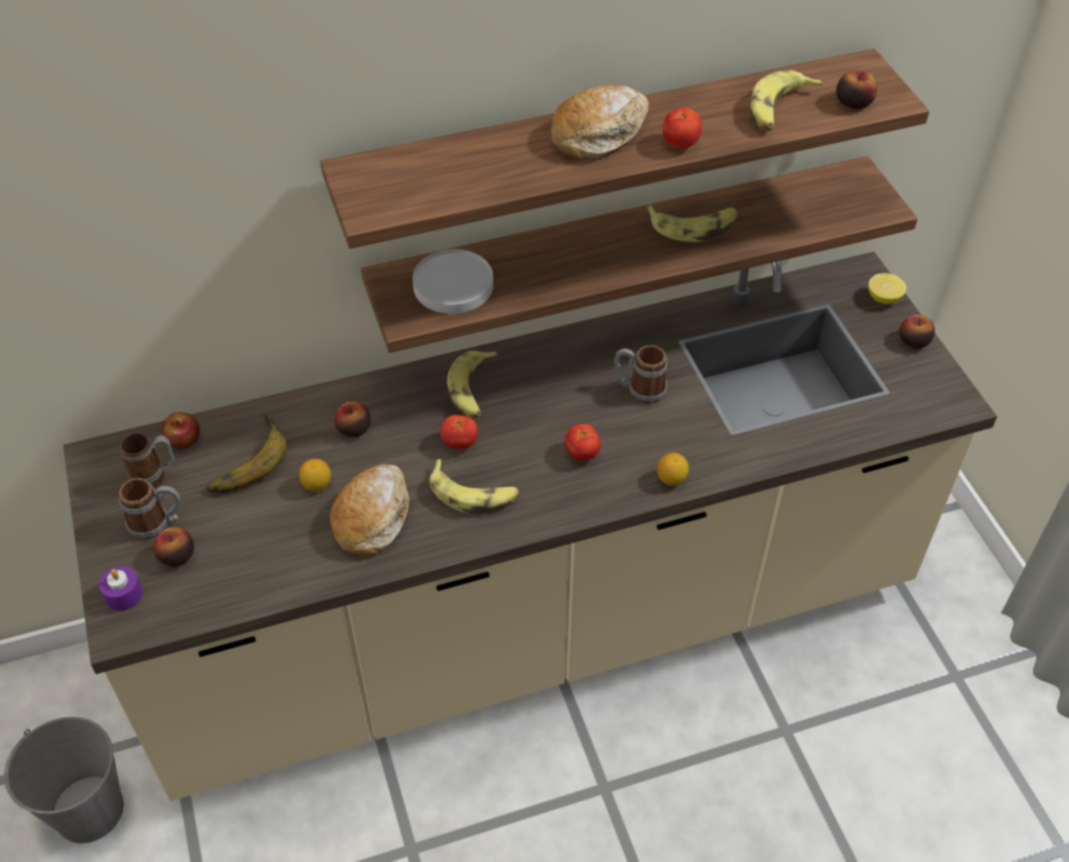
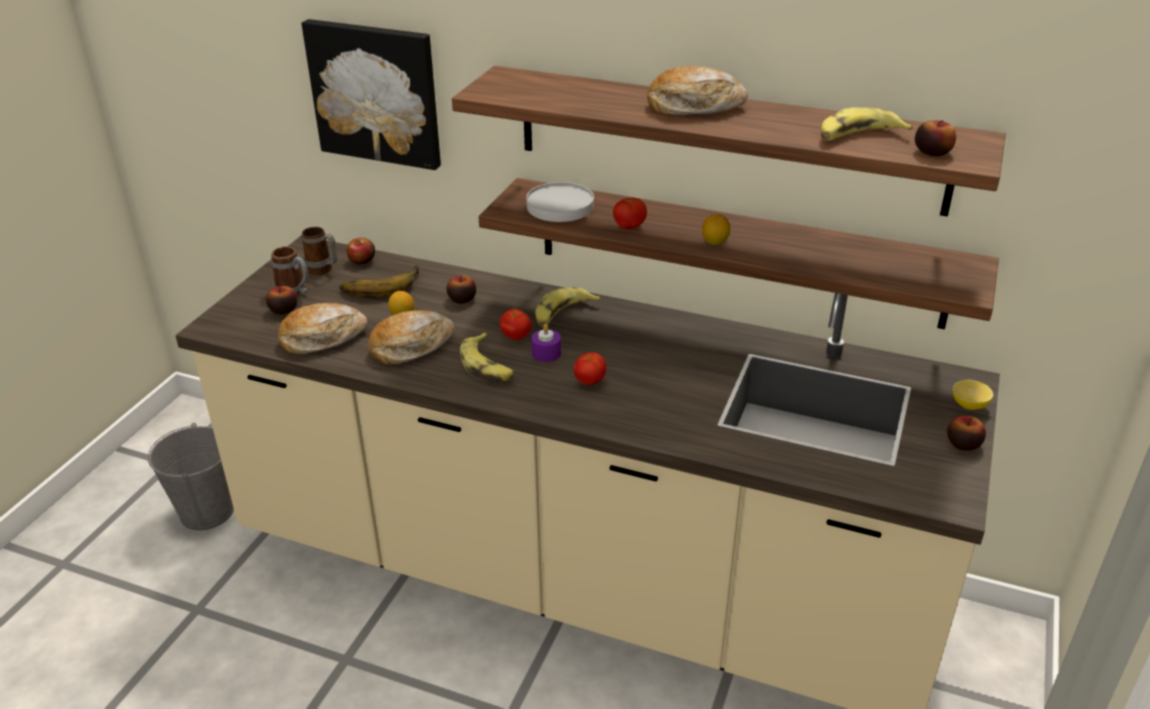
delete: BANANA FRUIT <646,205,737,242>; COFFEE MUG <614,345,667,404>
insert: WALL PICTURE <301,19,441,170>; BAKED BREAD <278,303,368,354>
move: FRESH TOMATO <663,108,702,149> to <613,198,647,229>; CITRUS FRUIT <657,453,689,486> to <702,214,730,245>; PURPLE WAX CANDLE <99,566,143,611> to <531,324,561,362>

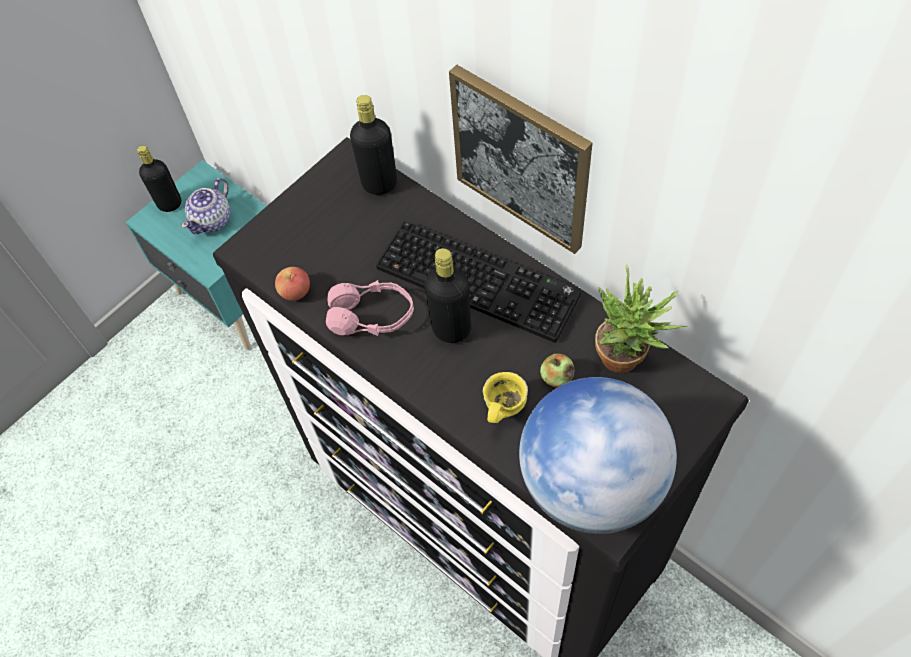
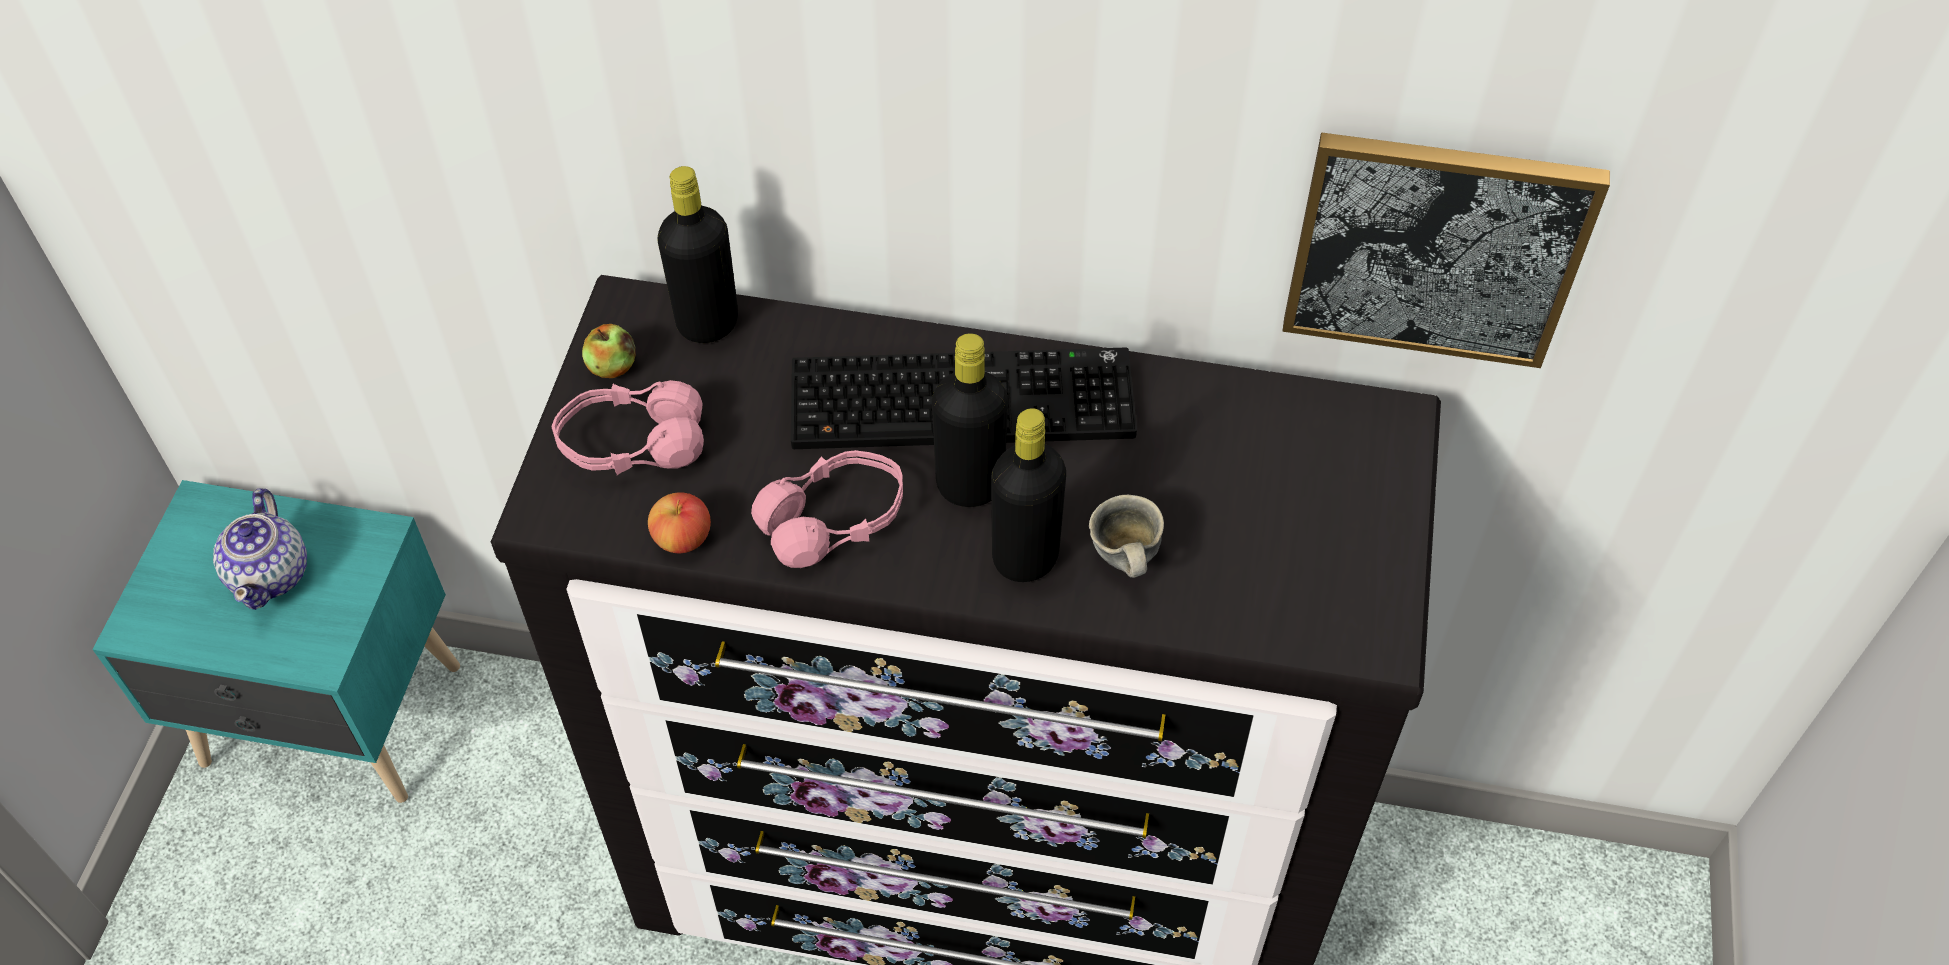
delete: PLANT IN A POT <595,264,687,373>; DESK GLOBE <519,377,677,534>
insert: PINKISH PAIR OF HEADPHONES <551,380,704,475>
move: WALL PICTURE <449,65,593,254> to <1282,133,1610,368>; BLACKISH BEVERAGE BOTTLE <137,145,181,212> to <991,408,1066,582>; WHOLE APPLE <540,354,574,387> to <582,324,636,378>
recolor: YELLOWISH COFFEE MUG <483,372,528,423> to GREY COFFEE MUG <1089,495,1164,578>

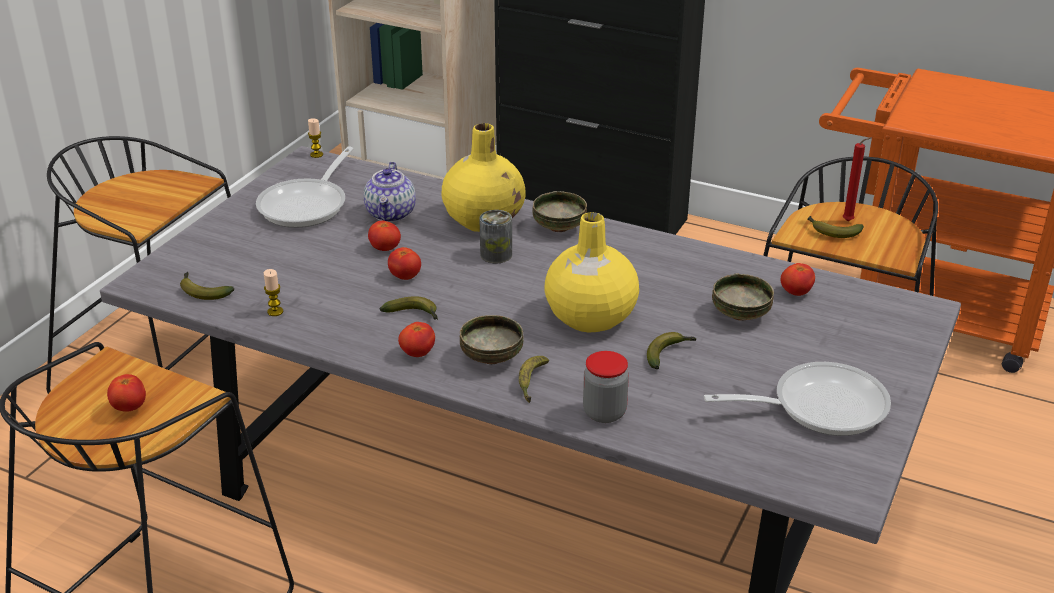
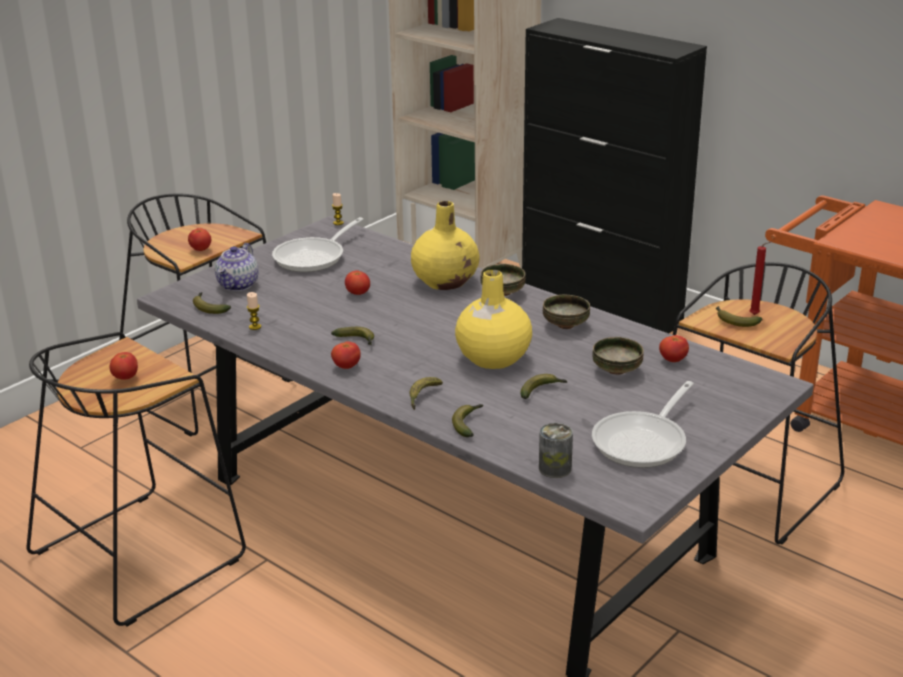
move: TEAPOT <363,162,416,222> to <215,243,258,291>; METAL CAN <479,210,512,263> to <539,423,573,478>; FRESH TOMATO <388,247,421,280> to <188,228,211,251>; SERVING BOWL <460,315,523,364> to <543,295,590,329>
replace: JAR <583,351,629,423> to BANANA FRUIT <452,404,483,437>
rotate: PAN <704,362,891,436> = <592,381,694,468> 120 degrees clockwise

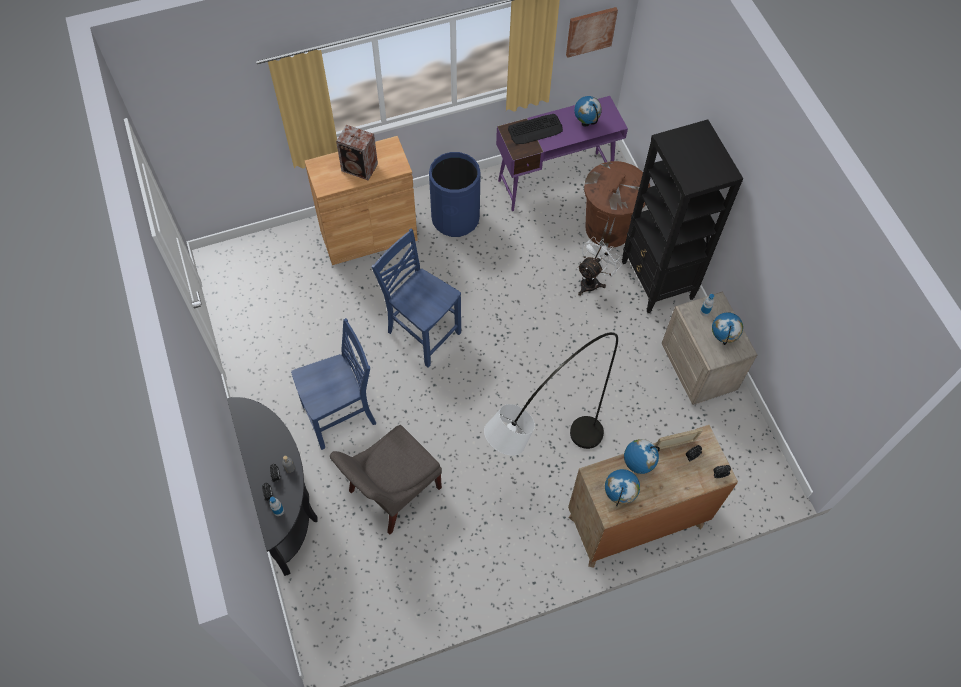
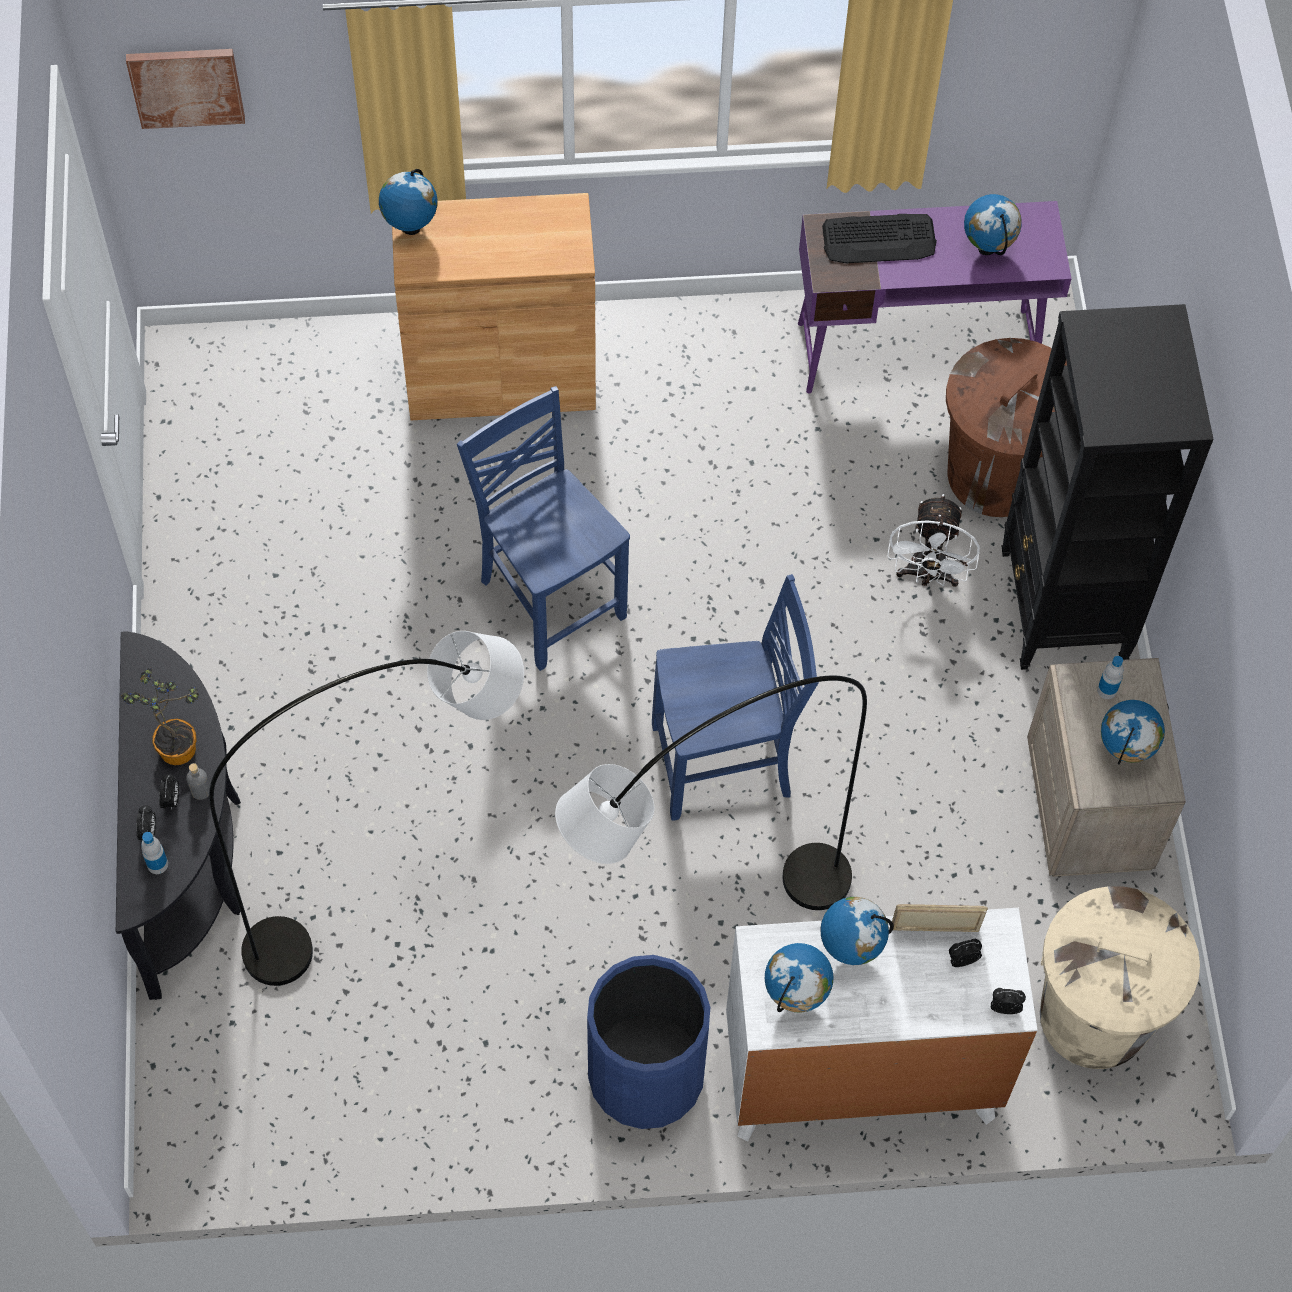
delete: AUDIO SPEAKER <336,125,378,180>
insert: DESK GLOBE <379,169,438,235>; PLANT IN A POT <121,668,199,765>; BEIGE-COLOURED TRASH CAN <1040,886,1200,1069>
move: WALL PICTURE <566,7,618,58> to <126,49,245,129>; BLUE TRASH CAN <429,152,481,237> to <587,955,710,1129>; BLUE PLAIN CHAIR <291,318,376,450> to <652,574,819,821>
replace: GREY PLAIN CHAIR <330,425,442,535> to GREY STANDARD LAMP <209,631,524,986>
recolor: BROWN-COLOURED DRAWER CHEST <568,425,738,568> to WHITISH DRAWER CHEST <726,908,1038,1142>
rotate: WHITISH COOLING FAN <577,237,621,296> = <887,494,980,587> 135 degrees clockwise

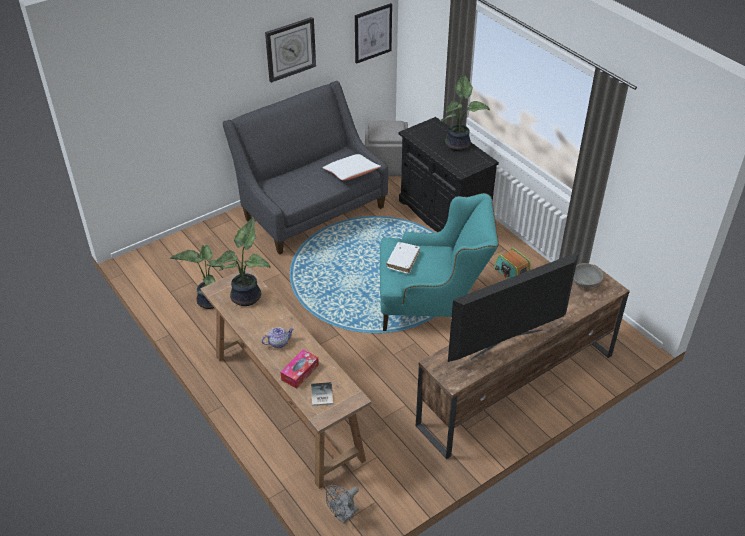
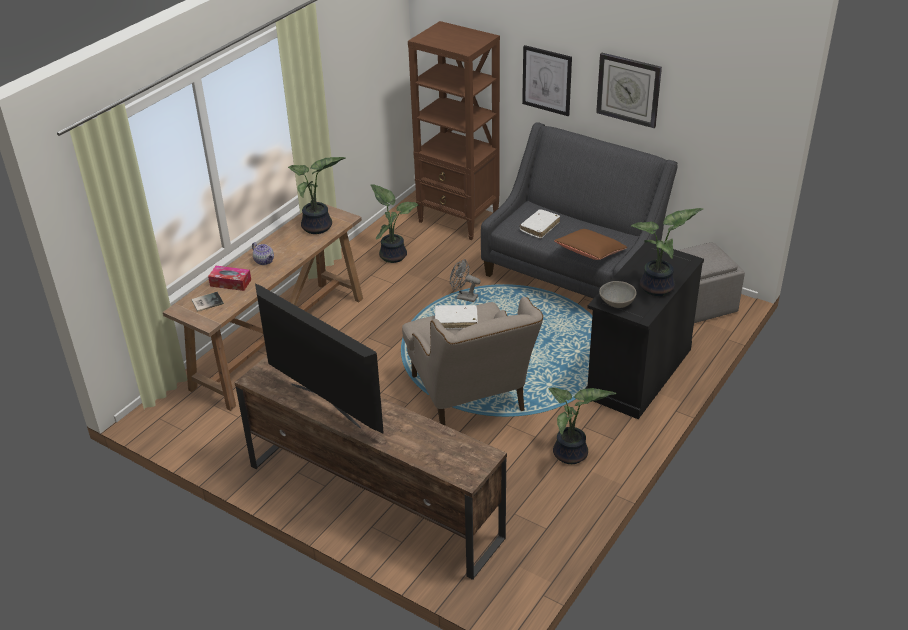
insert: BROWN-COLOURED BOOKSHELF <408,21,500,240>; WHITISH VOLUME <520,210,560,239>
move: WALL PICTURE <355,3,392,64> to <522,45,572,116>; GREY SERVING BOWL <573,263,604,288> to <599,281,637,308>; GREY COOLING FAN <326,485,359,524> to <450,259,481,302>
replace: RADIO <494,247,531,279> to PLANT IN A POT <549,387,616,464>
recolor: WHITISH THROW PILLOW <323,154,381,181> to BROWN-COLOURED THROW PILLOW <554,229,627,260>; TURQUOISE-COLOURED ARMCHAIR <380,193,499,331> to BEIGE-COLOURED ARMCHAIR <402,297,543,426>

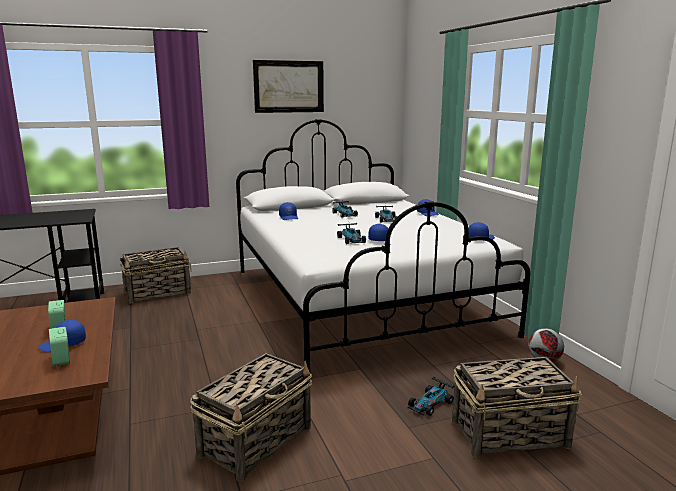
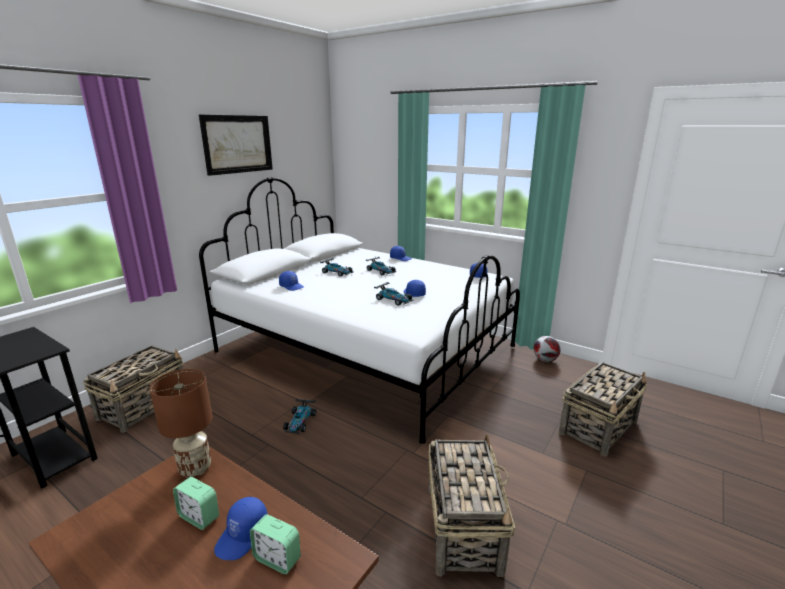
insert: BROWN-COLOURED TABLE LAMP <149,369,212,478>
move: TOY CAR <408,377,455,416> to <283,398,316,434>

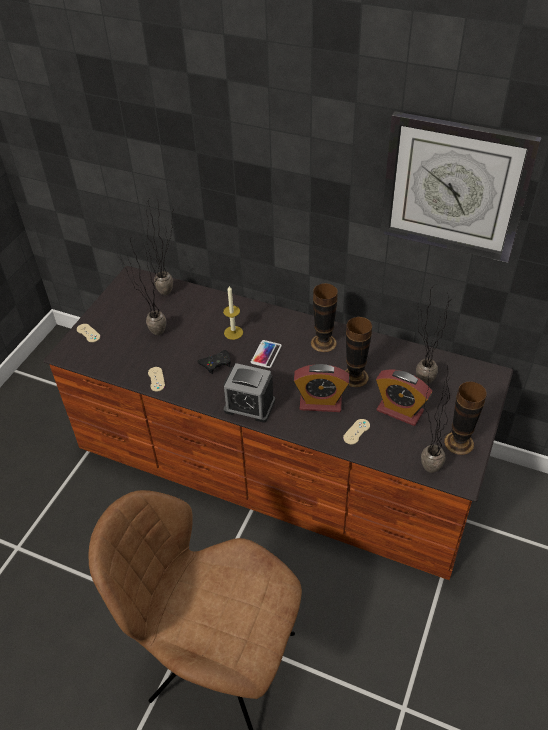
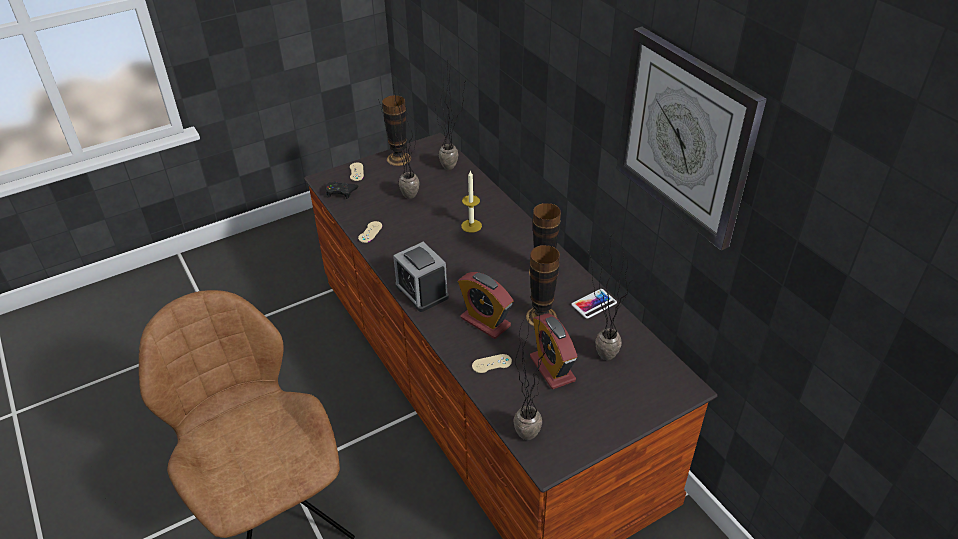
move: HANDSET <251,340,282,368> to <571,289,617,319>; BLACKISH JOYPAD <197,350,231,374> to <326,181,358,199>; VASE <444,381,487,455> to <382,95,411,166>

